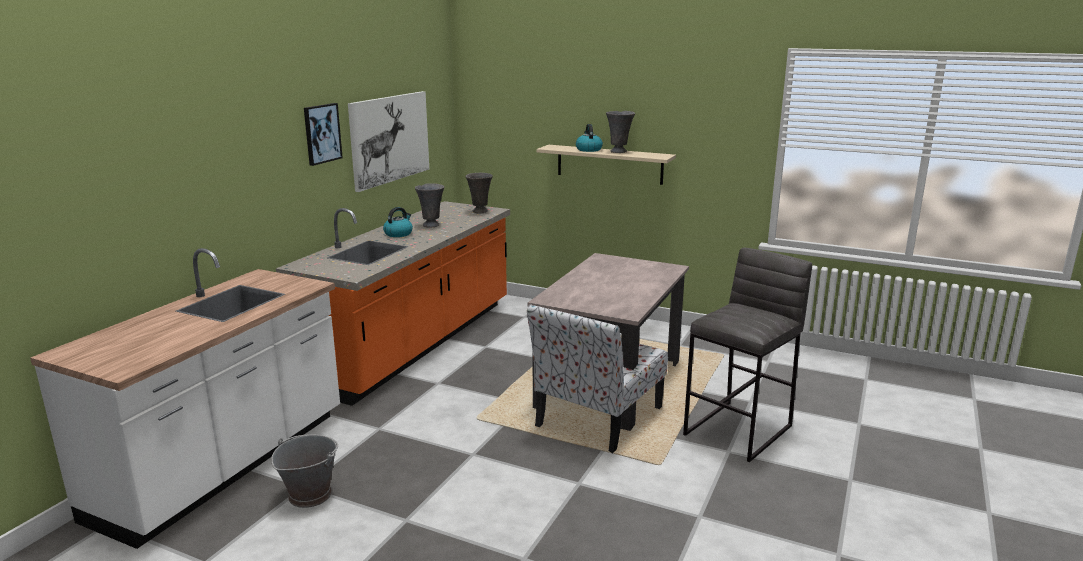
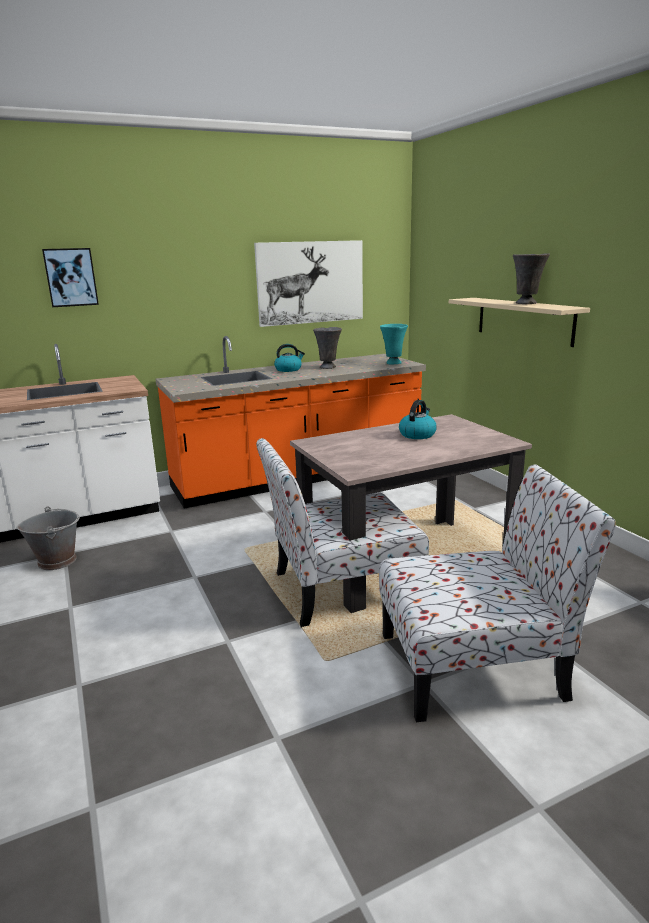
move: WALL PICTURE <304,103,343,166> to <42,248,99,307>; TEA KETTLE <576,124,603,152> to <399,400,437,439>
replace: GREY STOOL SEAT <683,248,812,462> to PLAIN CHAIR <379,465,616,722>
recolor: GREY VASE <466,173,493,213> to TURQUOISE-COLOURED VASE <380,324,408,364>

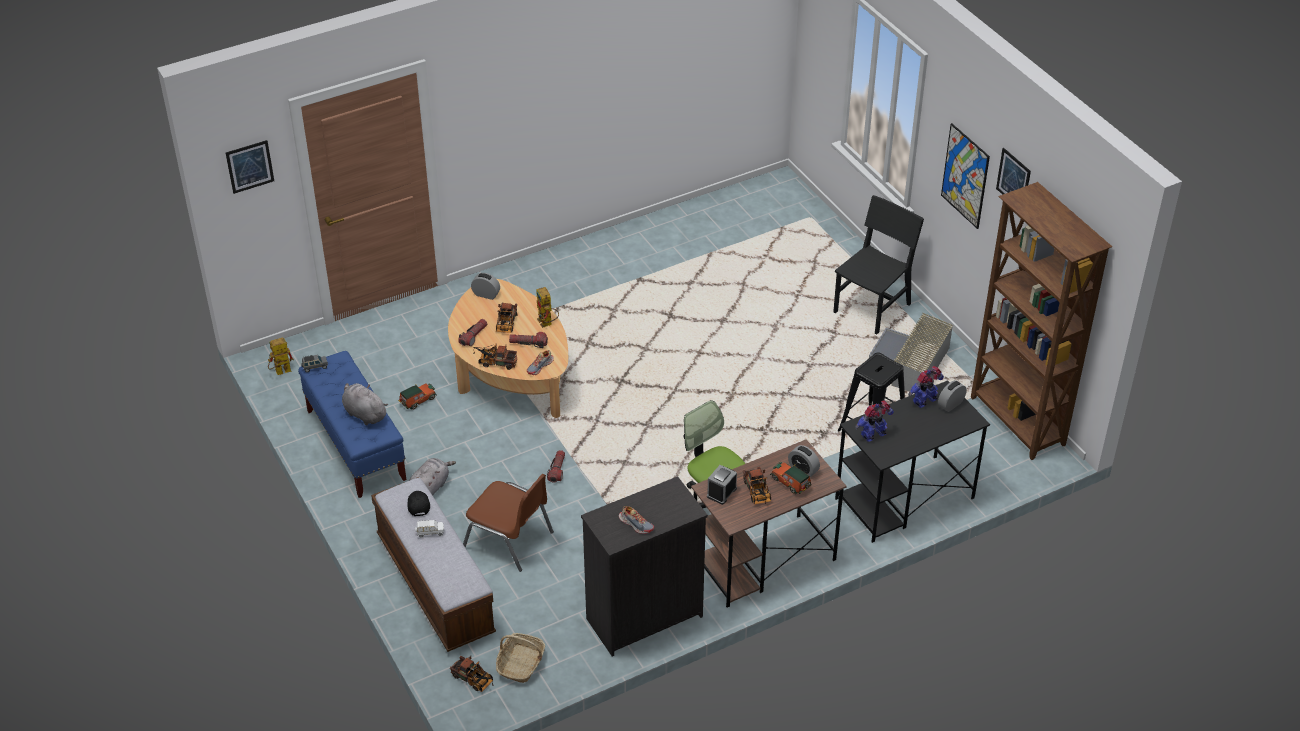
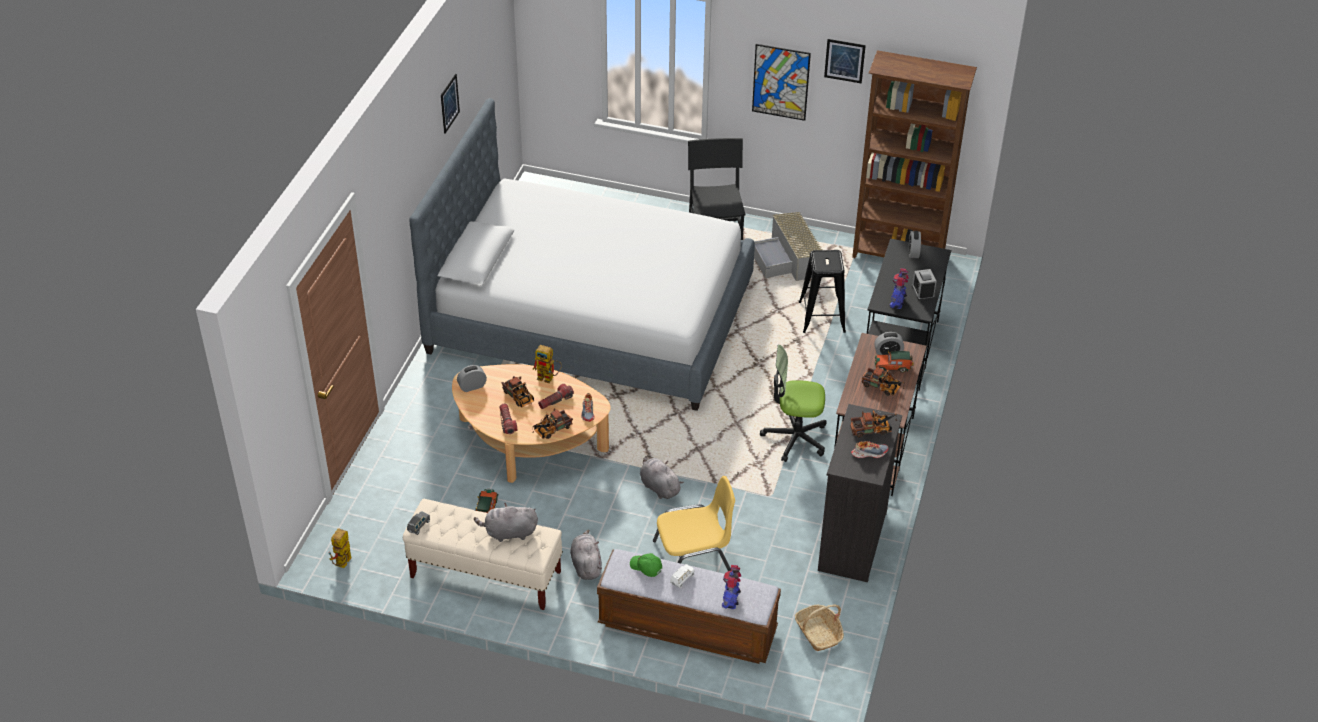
insert: BED <409,98,755,411>
move: WALL PICTURE <226,140,274,194> to <441,74,460,134>; MODEL ROBOT <908,366,944,408> to <722,565,741,609>; TABLE CLOCK <707,465,737,505> to <912,269,937,301>; TOY LORRY <450,656,493,692> to <850,410,898,438>
replace: HAND TORCH <547,450,565,483> to GREY PLUSH TOY <640,456,684,499>
recolor: BLUE INDOOR BENCH <298,351,406,498> to BEIGE-COLOURED INDOOR BENCH <403,499,563,610>; BROWN-COLOURED PLAIN CHAIR <463,474,554,572> to YELLOWISH PLAIN CHAIR <653,476,735,571>; BLACKISH PEAKED CAP <407,491,430,516> to GREEN PEAKED CAP <630,553,662,577>

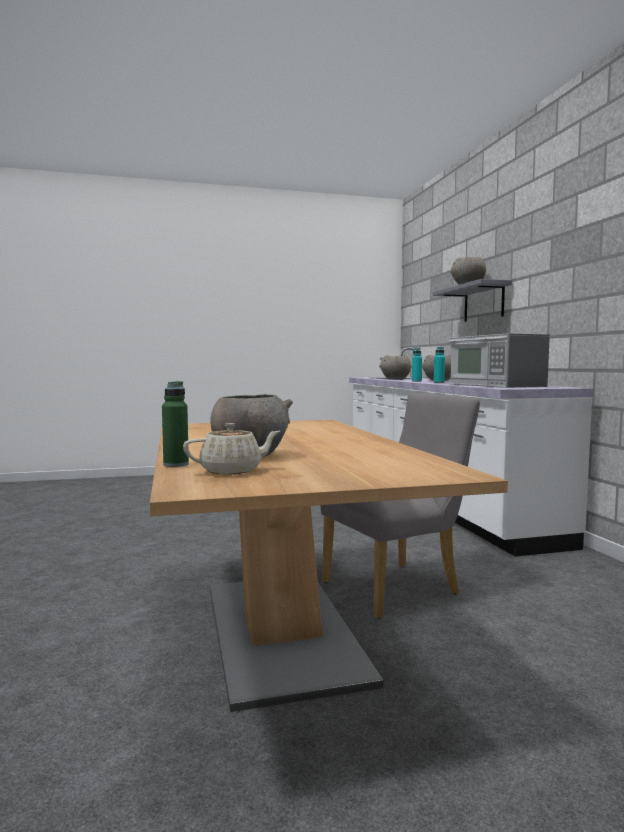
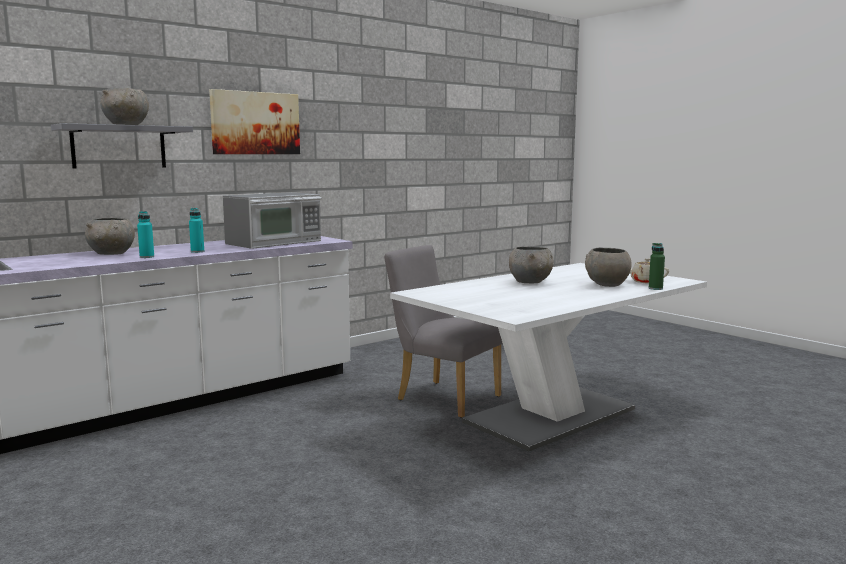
insert: WALL PICTURE <209,89,300,154>
move: GREY SERVING BOWL <379,356,411,380> to <509,247,554,283>
recolor: BROWN-COLOURED DINNER TABLE <150,420,508,712> to WHITISH DINNER TABLE <390,263,707,451>

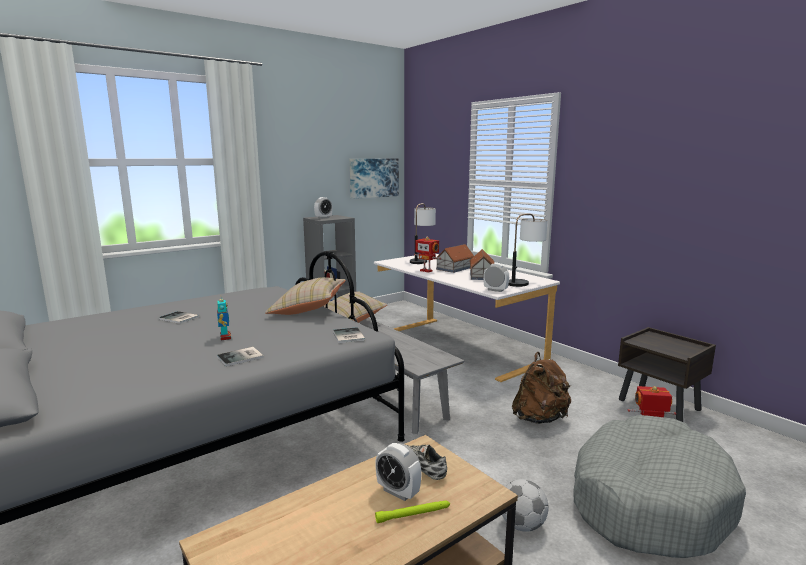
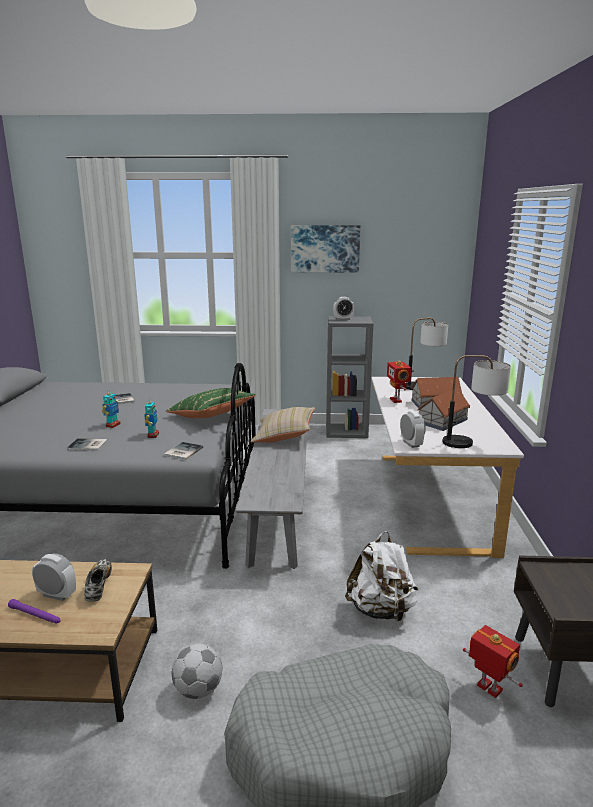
insert: MODEL ROBOT <144,401,159,438>
move: WALL PICTURE <350,159,399,199> to <291,225,360,273>
recolor: BEIGE-COLOURED THROW PILLOW <265,277,345,315> to GREEN THROW PILLOW <166,388,256,418>; BROWN-COLOURED RUCKSACK <512,352,571,424> to WHITISH RUCKSACK <345,531,418,623>; GREEN HAND TORCH <375,500,450,523> to PURPLE HAND TORCH <8,599,61,624>
rotate: TABLE CLOCK <375,443,421,501> = <32,554,76,601> 120 degrees clockwise

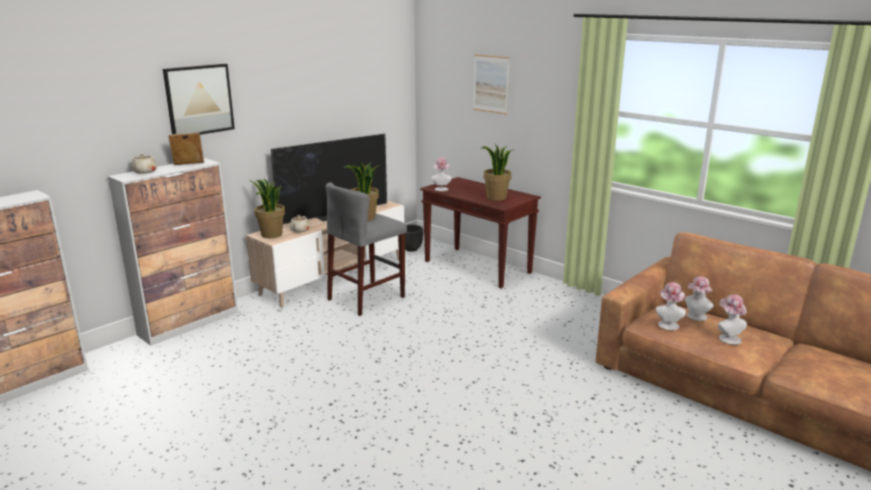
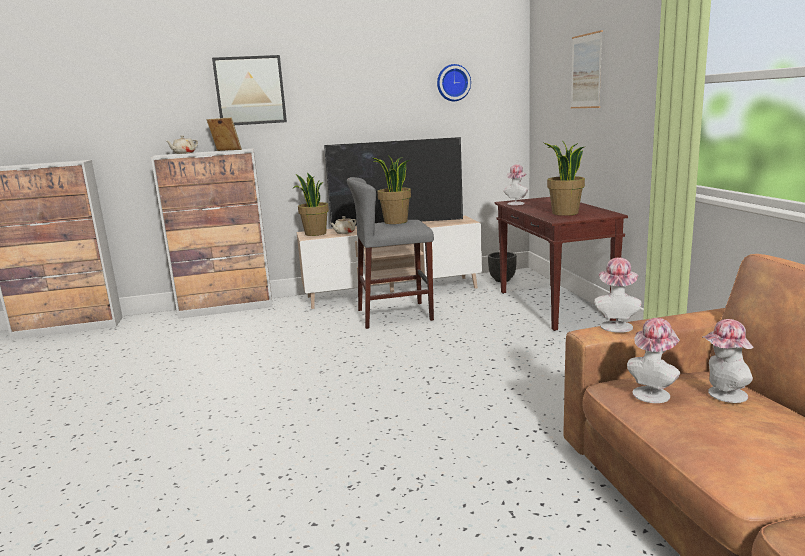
insert: HANGING CLOCK <437,64,471,101>
move: WEARABLE HAT <718,294,747,345> to <594,258,641,333>

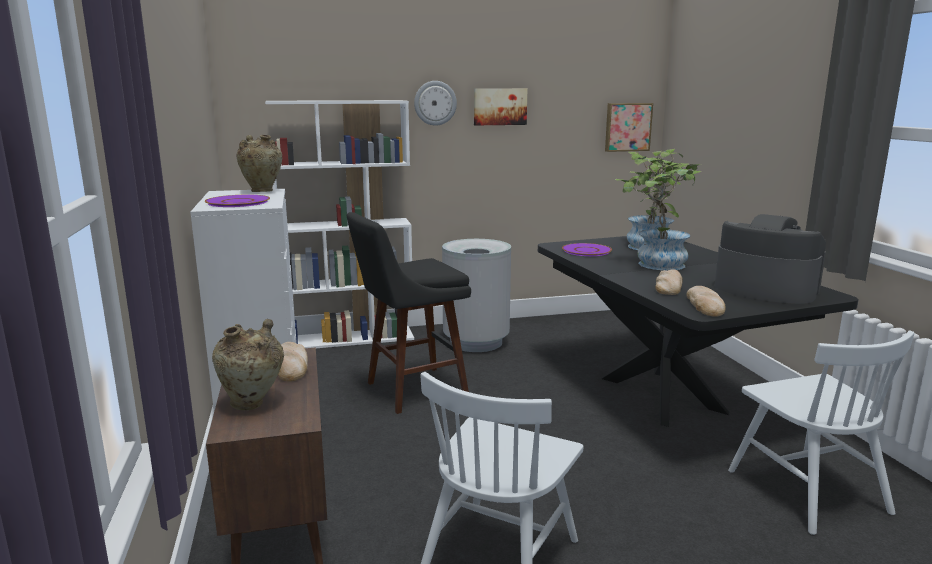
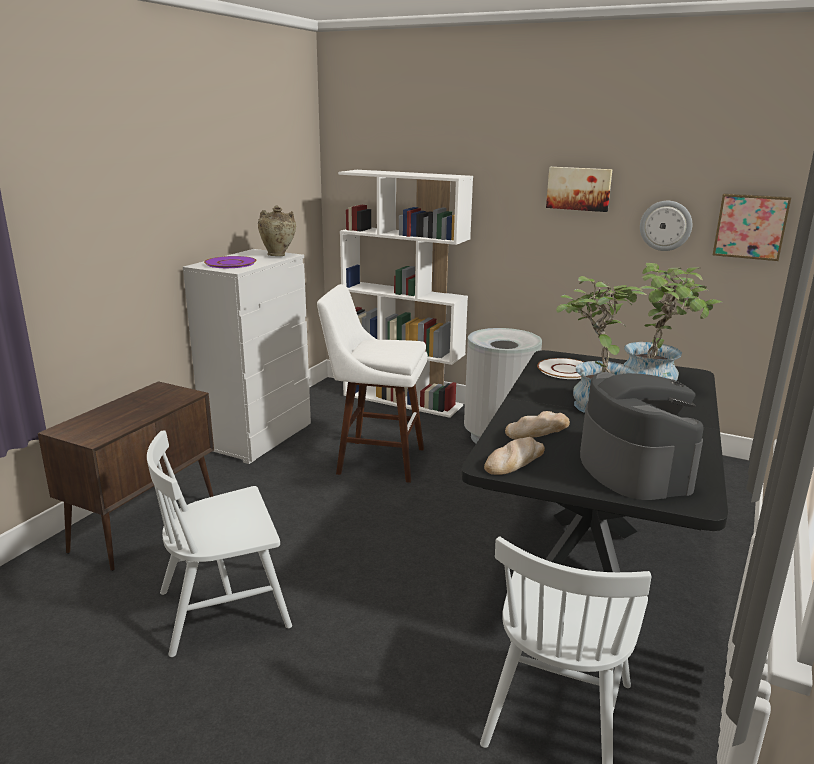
delete: BEIGE-COLOURED VASE <212,319,284,410>; BAKED BREAD <278,342,308,382>
move: HANGING CLOCK <414,81,457,126> to <640,201,692,251>
recolor: BLACKISH STOOL SEAT <347,212,471,414> to WHITISH STOOL SEAT <317,284,428,483>; PURPLE PLATE <562,243,612,256> to WHITISH PLATE <537,358,583,379>

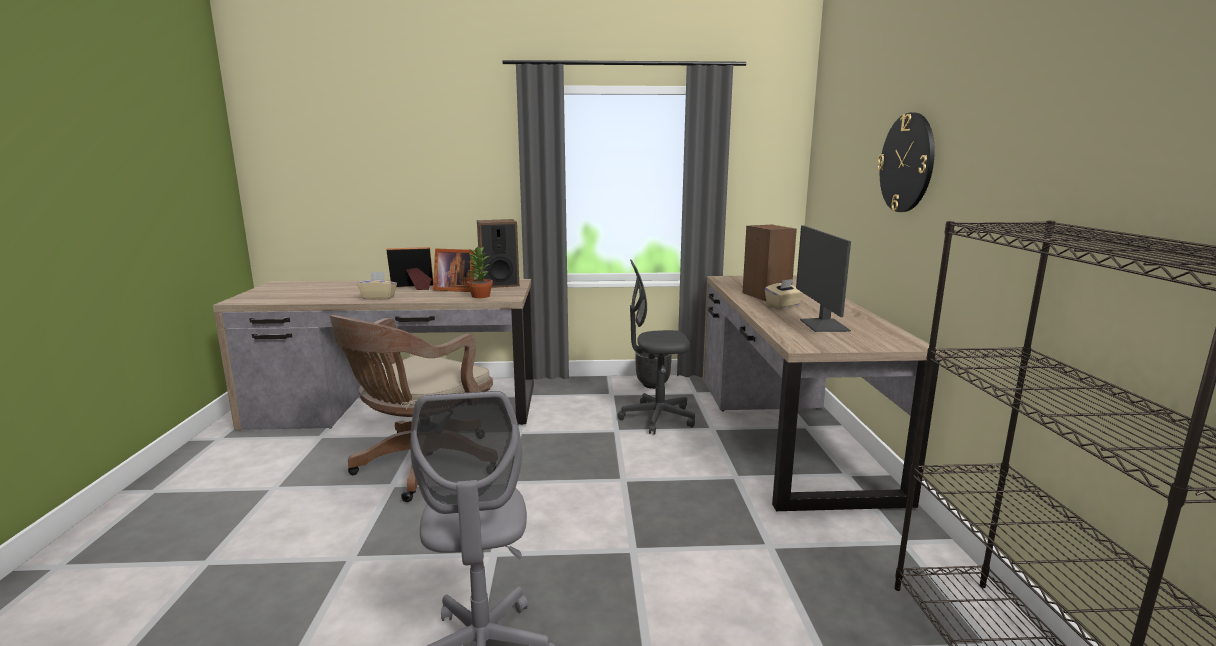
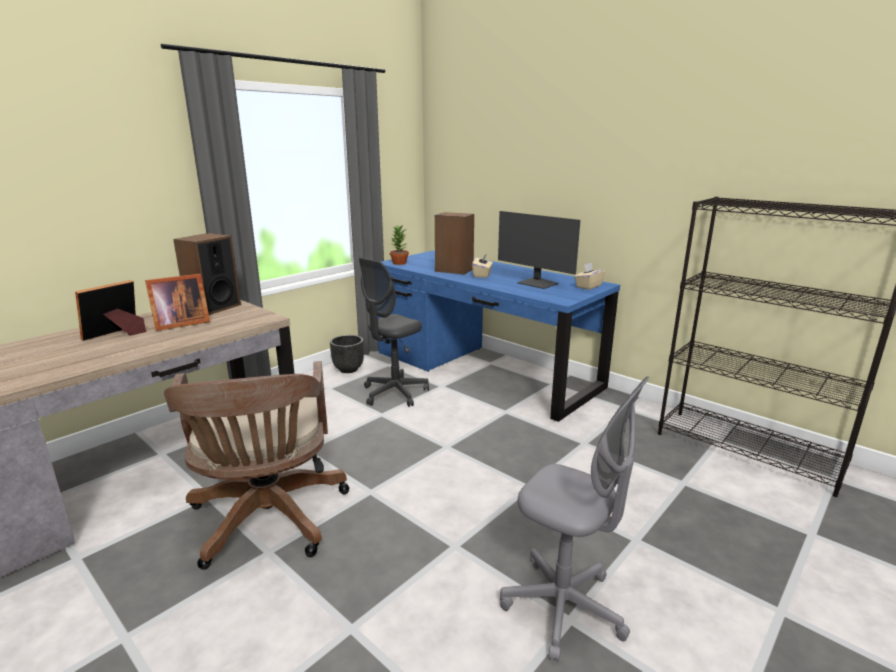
delete: HANGING CLOCK <877,113,935,212>
move: PLANT IN A POT <467,246,493,298> to <390,225,409,265>; BEIGE-COLOURED TISSUE HOLDER <357,272,397,300> to <574,263,605,290>
recolor: BROWN-COLOURED DESK <703,275,943,511> to BLUE DESK <377,250,620,422>

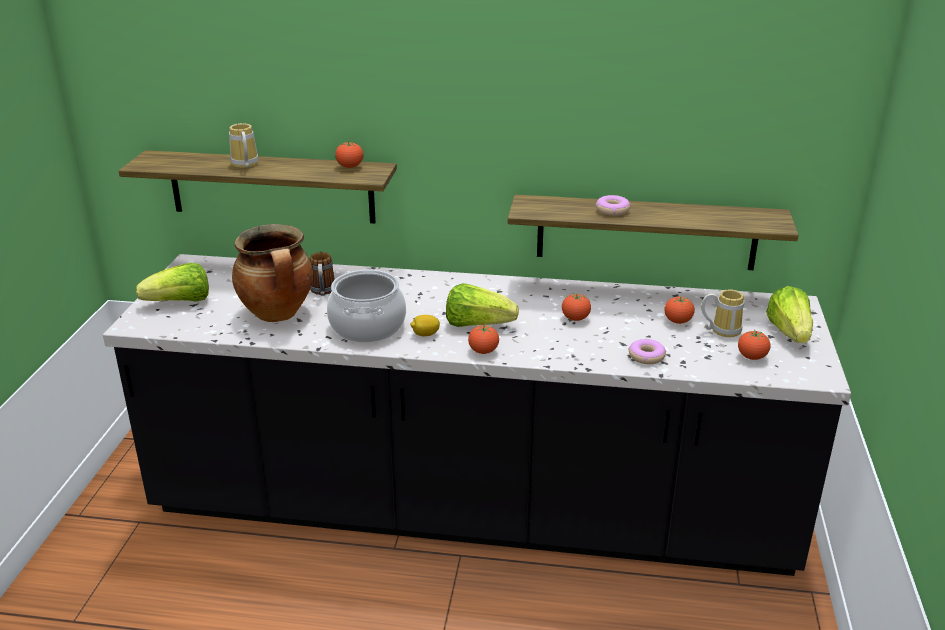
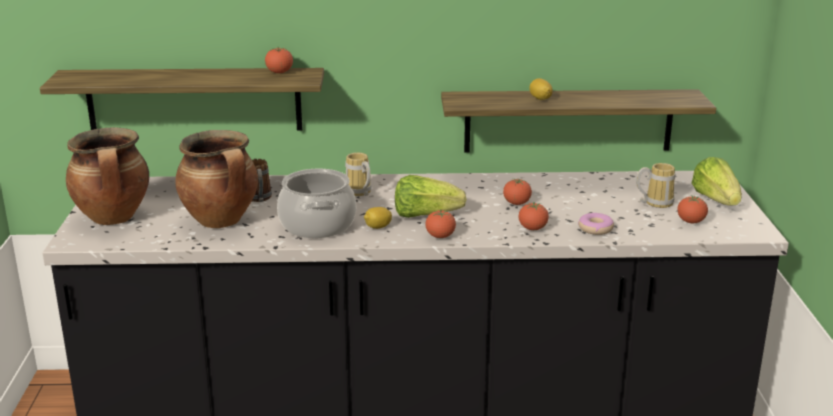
move: COFFEE MUG <229,123,259,168> to <345,153,372,196>; FRESH TOMATO <665,295,694,324> to <519,202,549,230>
replace: DONUT <596,195,631,216> to CITRUS FRUIT <529,78,553,100>; LETTUCE <136,263,209,302> to STOCKPOT <66,127,149,225>

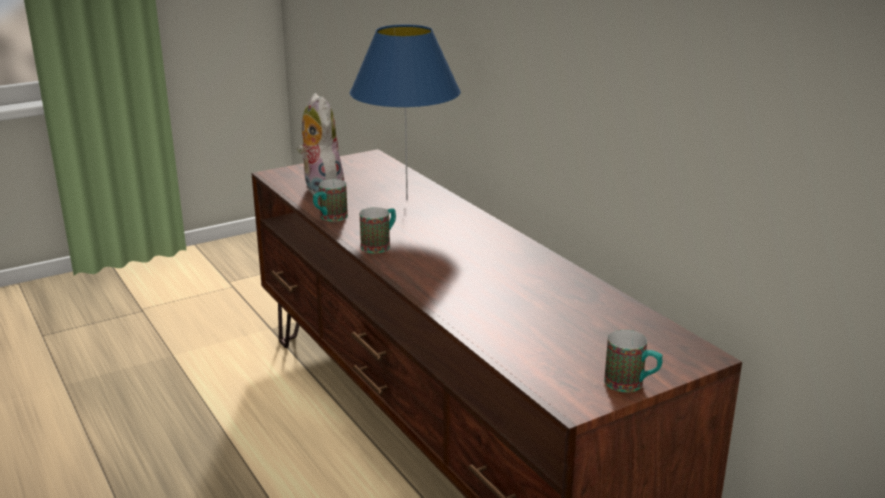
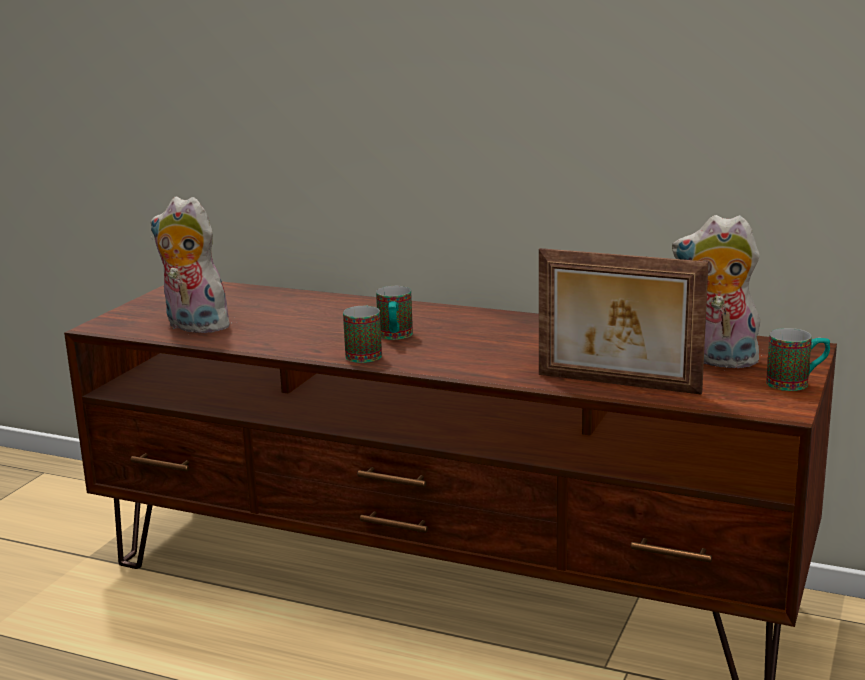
delete: BLUE TABLE LAMP <350,25,461,200>
insert: PLUSH TOY <672,215,762,368>; STANDING FRAME <539,248,709,395>
move: COFFEE MUG <313,179,348,222> to <376,286,413,340>

